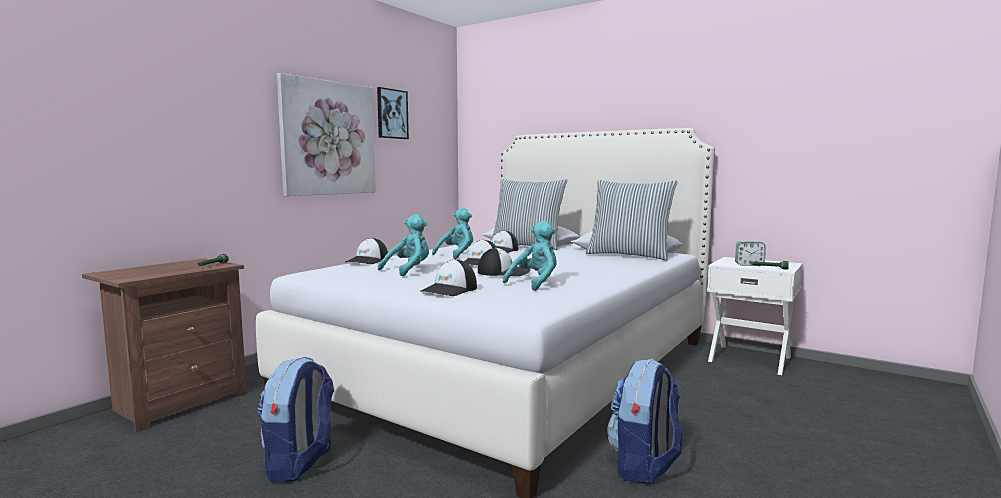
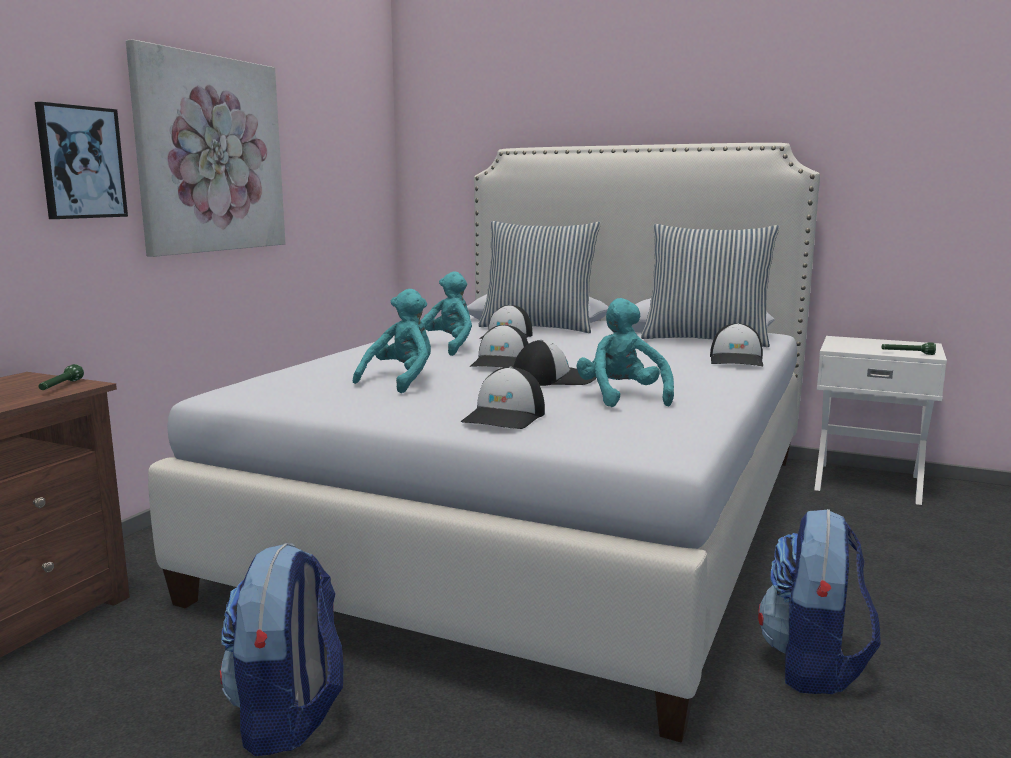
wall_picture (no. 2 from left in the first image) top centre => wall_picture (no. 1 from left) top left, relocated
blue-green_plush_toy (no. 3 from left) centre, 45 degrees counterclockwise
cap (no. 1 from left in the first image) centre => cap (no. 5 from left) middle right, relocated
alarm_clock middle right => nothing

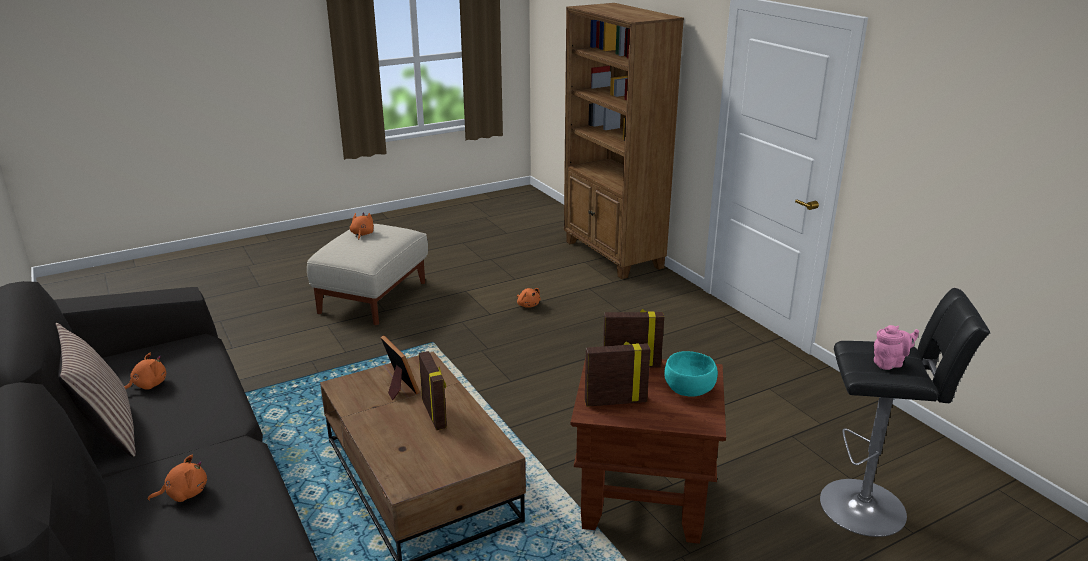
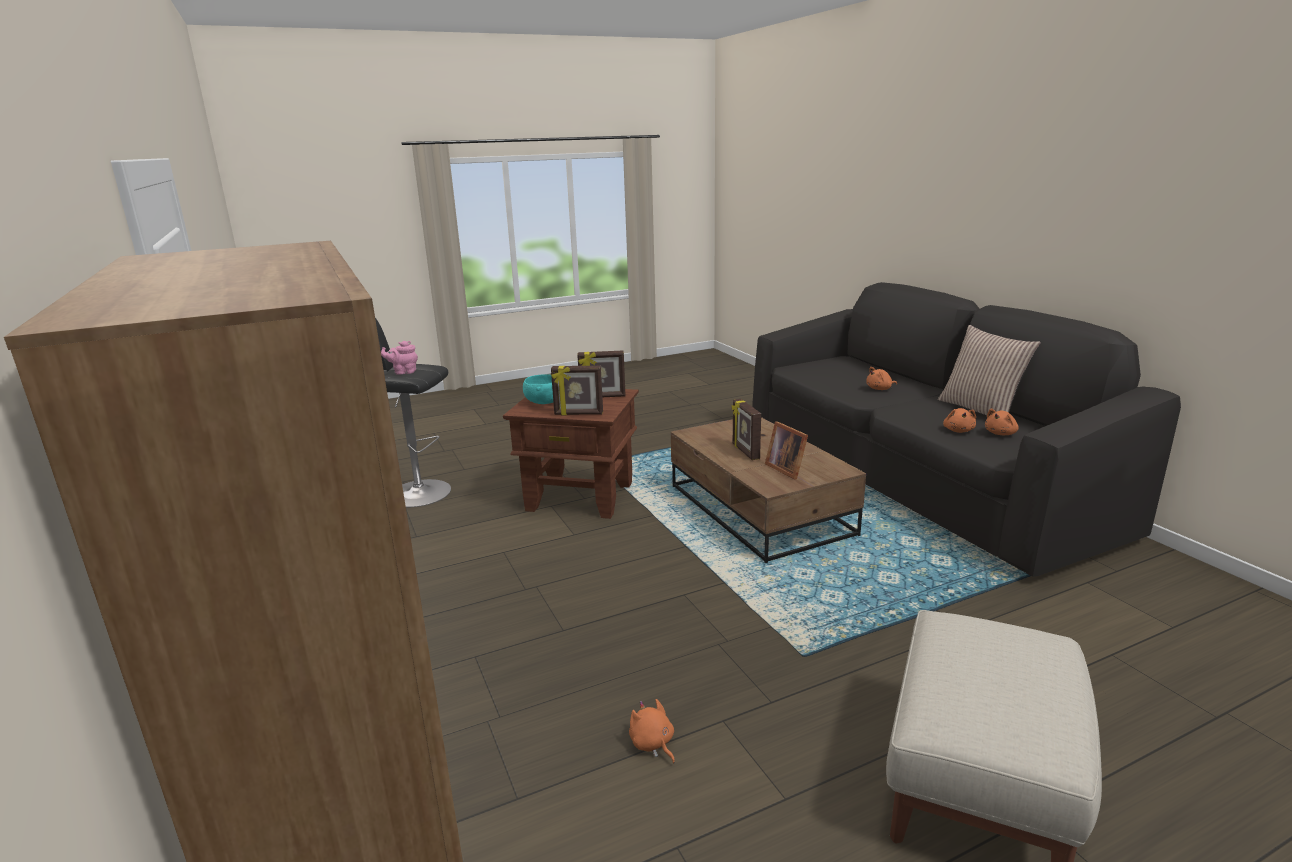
orangey_plush_toy (no. 3 from left) middle left => orangey_plush_toy (no. 3 from left) middle right, relocated

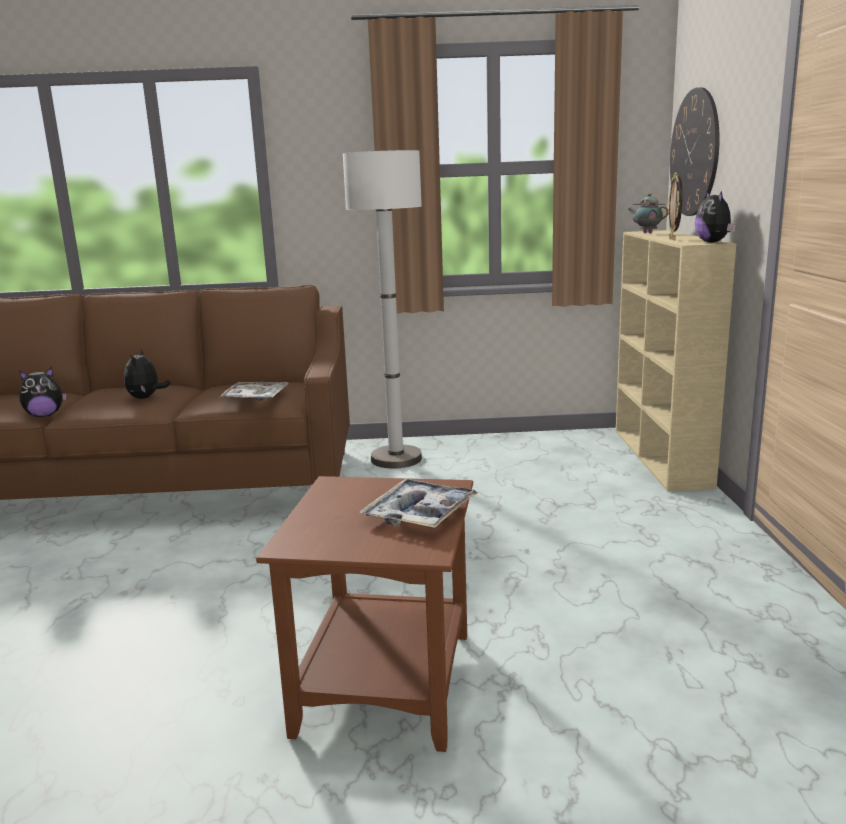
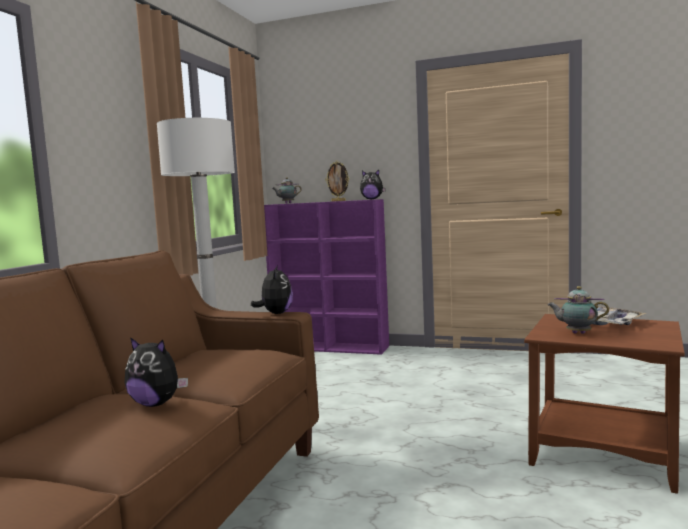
plush_toy (no. 1 from left in the first image) middle left => plush_toy (no. 2 from left) centre, relocated
beige_bookshelf middle right => purple-coloured_bookshelf centre
nothing => teapot (no. 2 from left) middle right
carrying_tray (no. 1 from left) middle left => nothing
hanging_clock top right => nothing

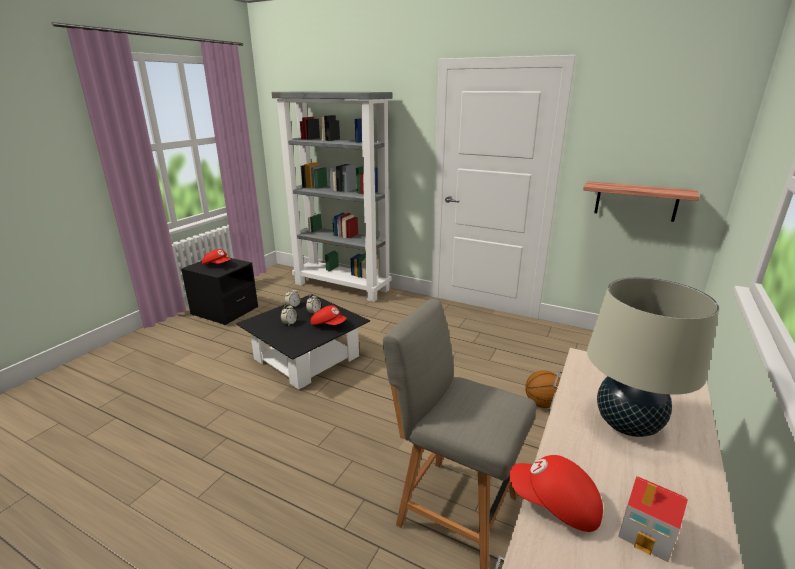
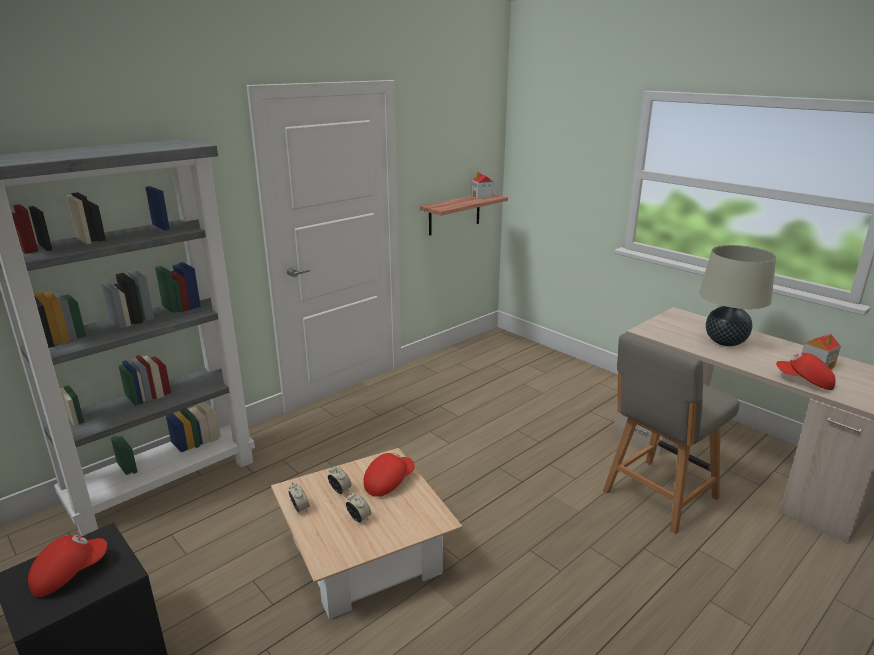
blackish_low_table centre => beige_low_table bottom centre
nothing => model_house (no. 1 from left) top centre
reddish_cap (no. 3 from left) bottom right => reddish_cap (no. 3 from left) middle right, 75 degrees clockwise
basketball_ball bottom right => nothing

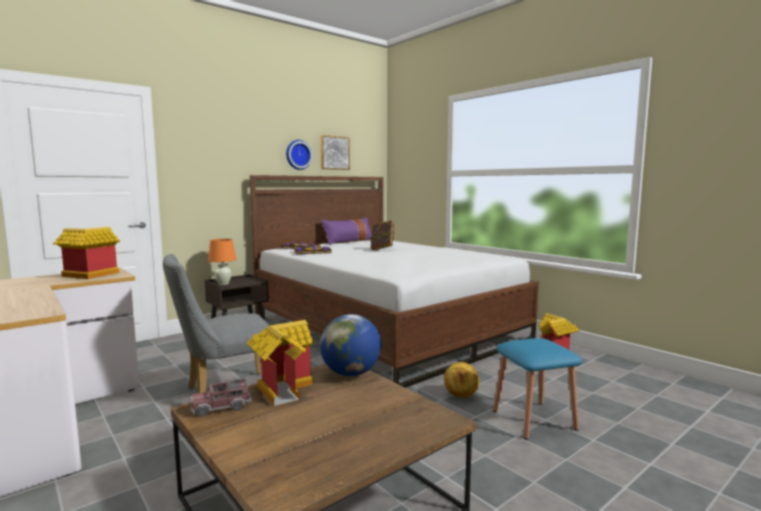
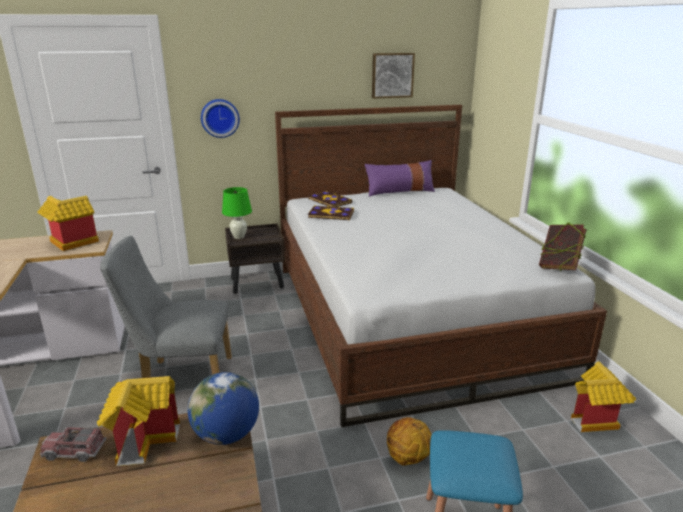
hanging_clock top centre => hanging_clock top left, relocated
orangey_table_lamp middle left => green-coloured_table_lamp centre
football bottom centre => basketball_ball bottom centre
bound_book (no. 3 from left) centre => bound_book (no. 3 from left) middle right, relocated

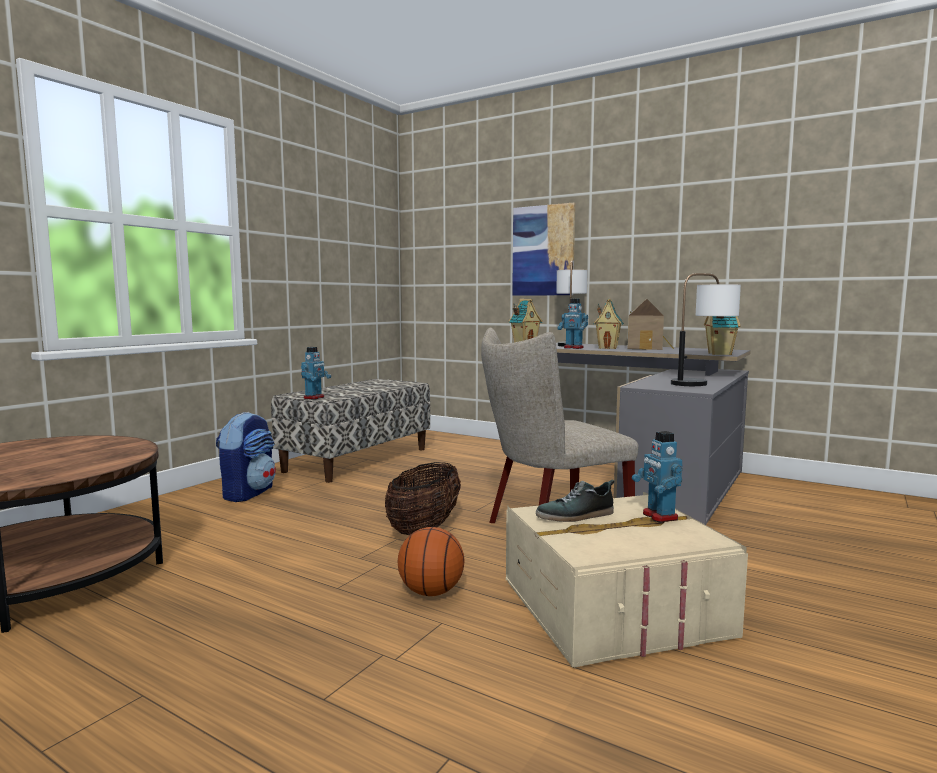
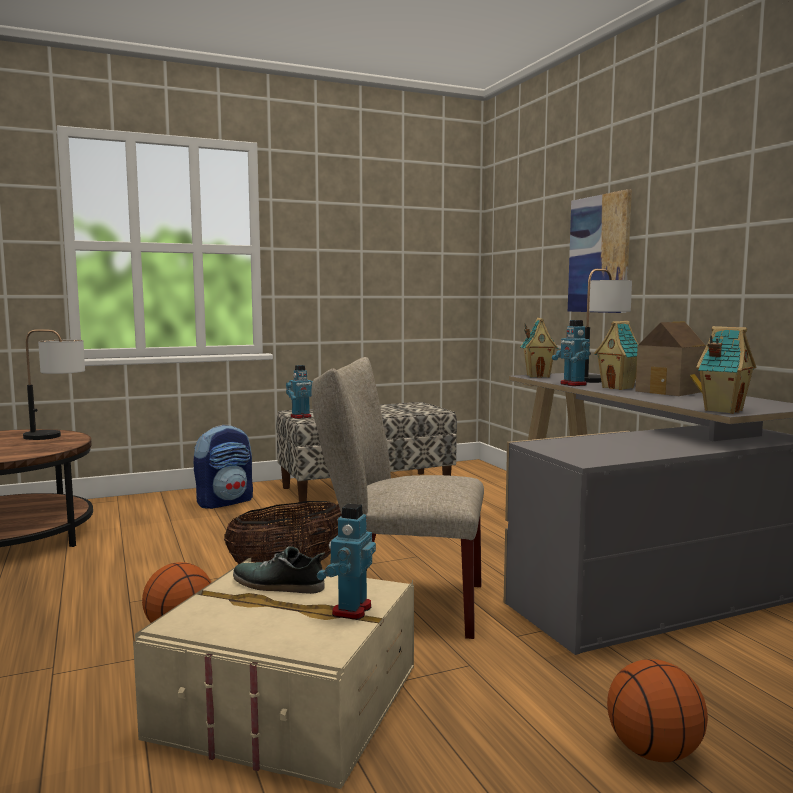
table_lamp (no. 2 from left in the first image) middle right => table_lamp (no. 1 from left) middle left, relocated
nothing => basketball_ball (no. 2 from left) bottom right

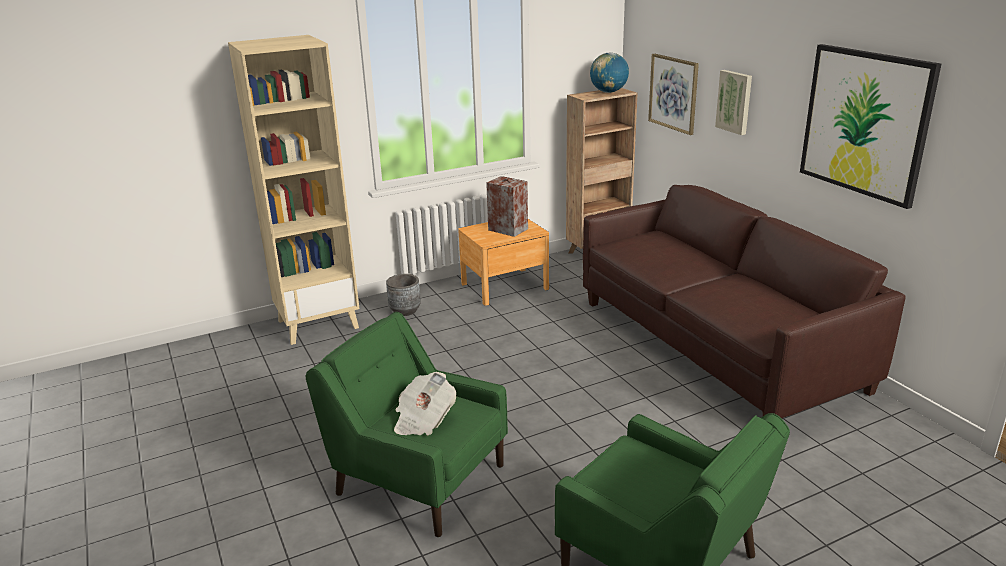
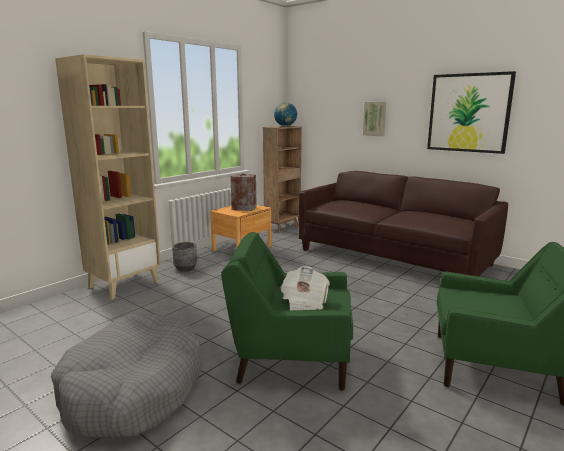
nothing => grey_dog_cushion bottom left
wall_picture (no. 1 from left) top right => nothing

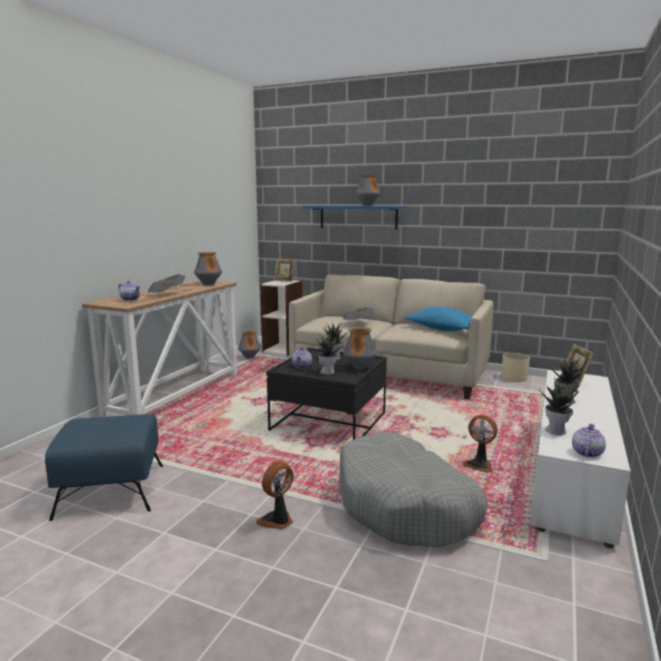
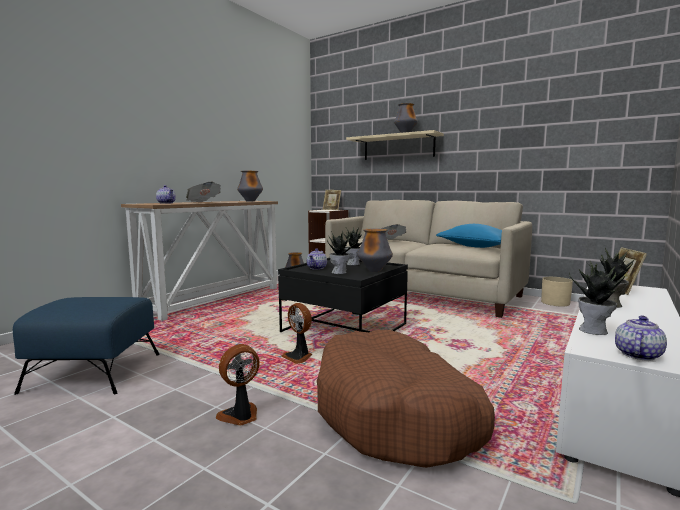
electric_fan (no. 2 from left) bottom right => electric_fan (no. 2 from left) centre, relocated
grey_dog_cushion bottom centre => brown-coloured_dog_cushion bottom centre
blue_wall_shelf top centre => beige_wall_shelf top centre

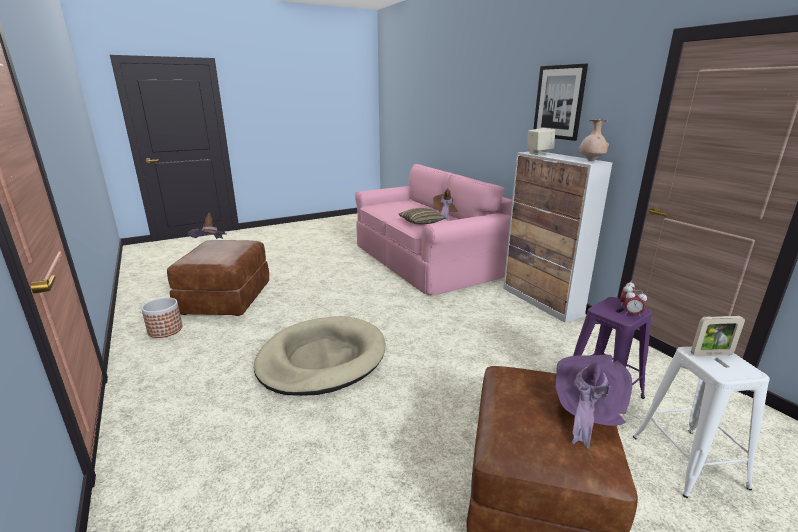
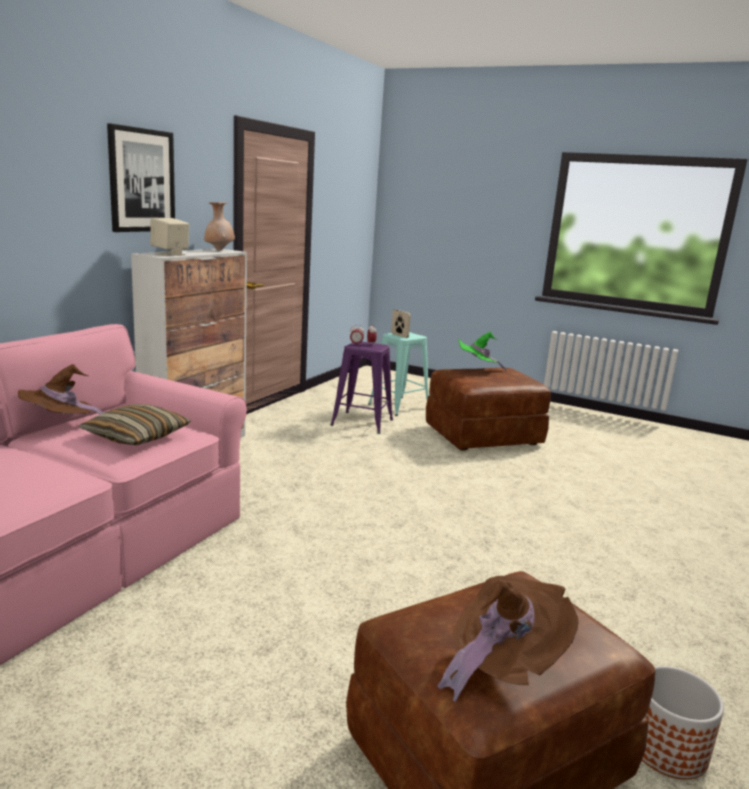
whitish_stool_seat bottom right => blue-green_stool_seat centre
purple-coloured_clothing_hat bottom right => green-coloured_clothing_hat centre
beige_dog_cushion bottom centre => nothing

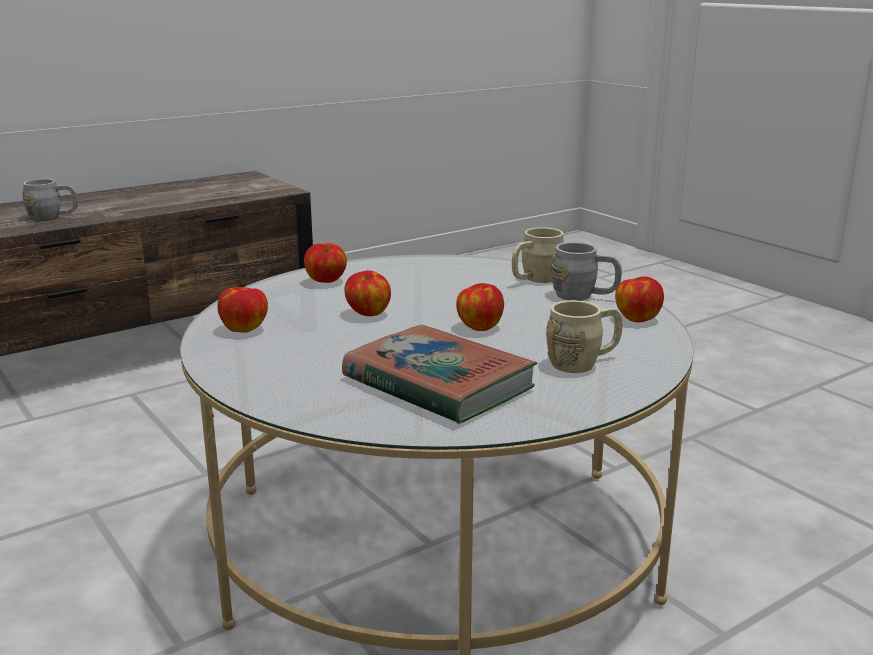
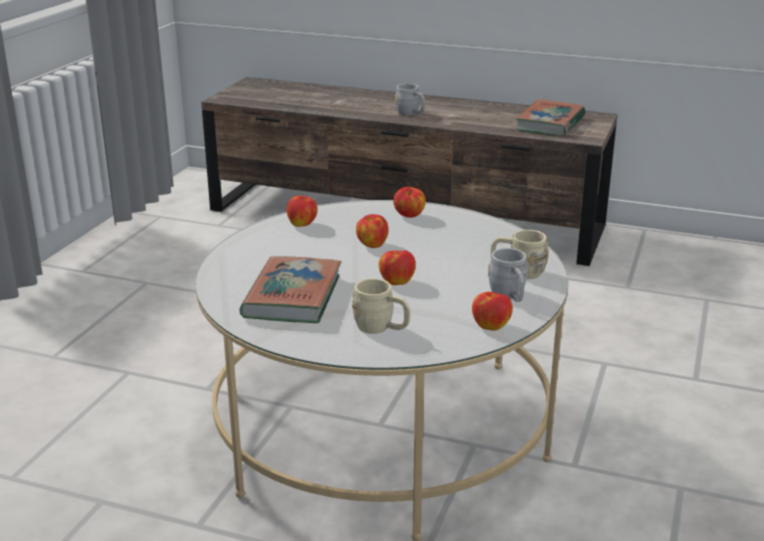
nothing => bound_book (no. 2 from left) top right

